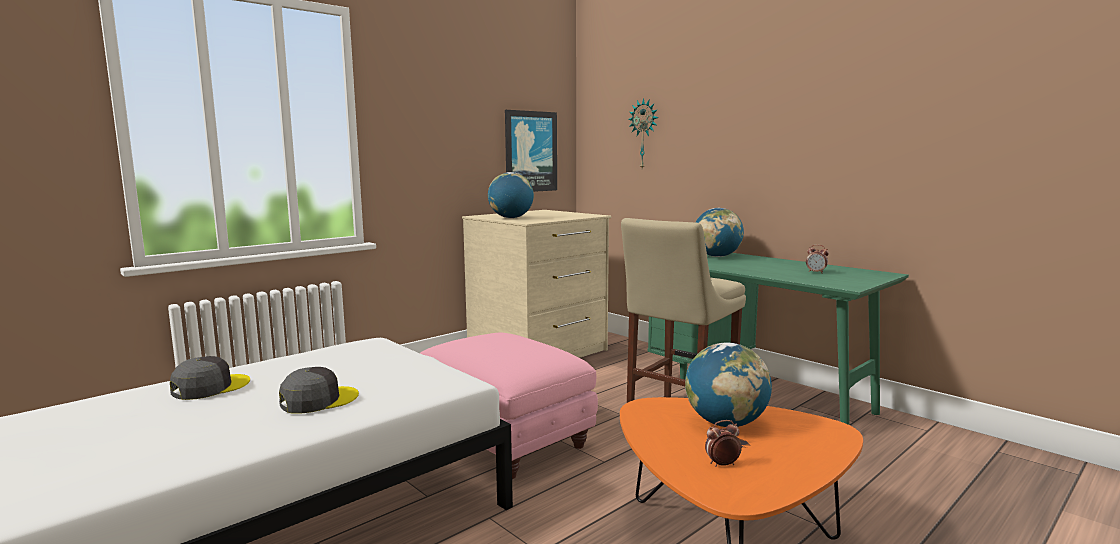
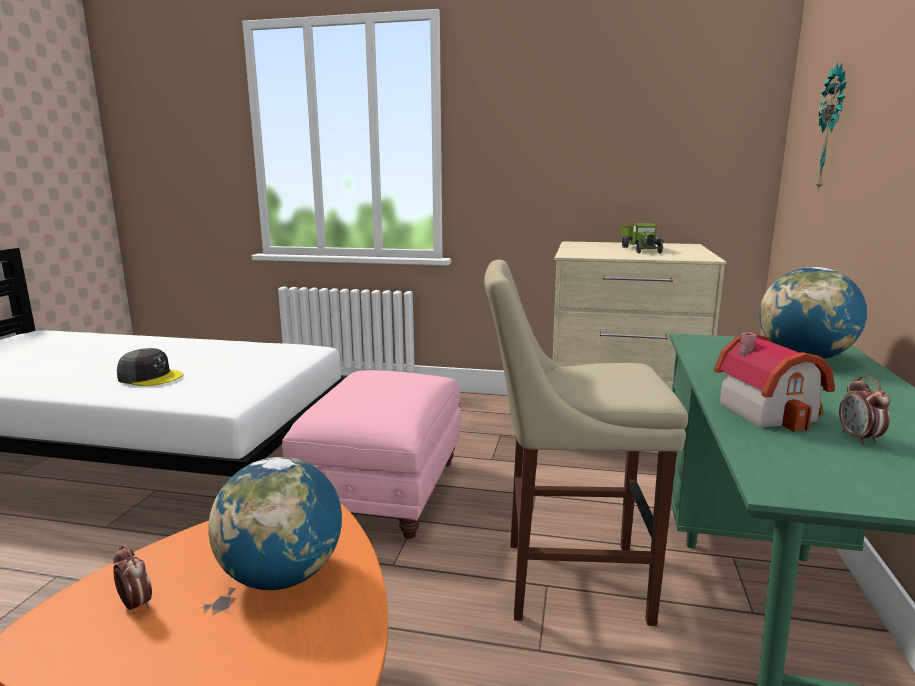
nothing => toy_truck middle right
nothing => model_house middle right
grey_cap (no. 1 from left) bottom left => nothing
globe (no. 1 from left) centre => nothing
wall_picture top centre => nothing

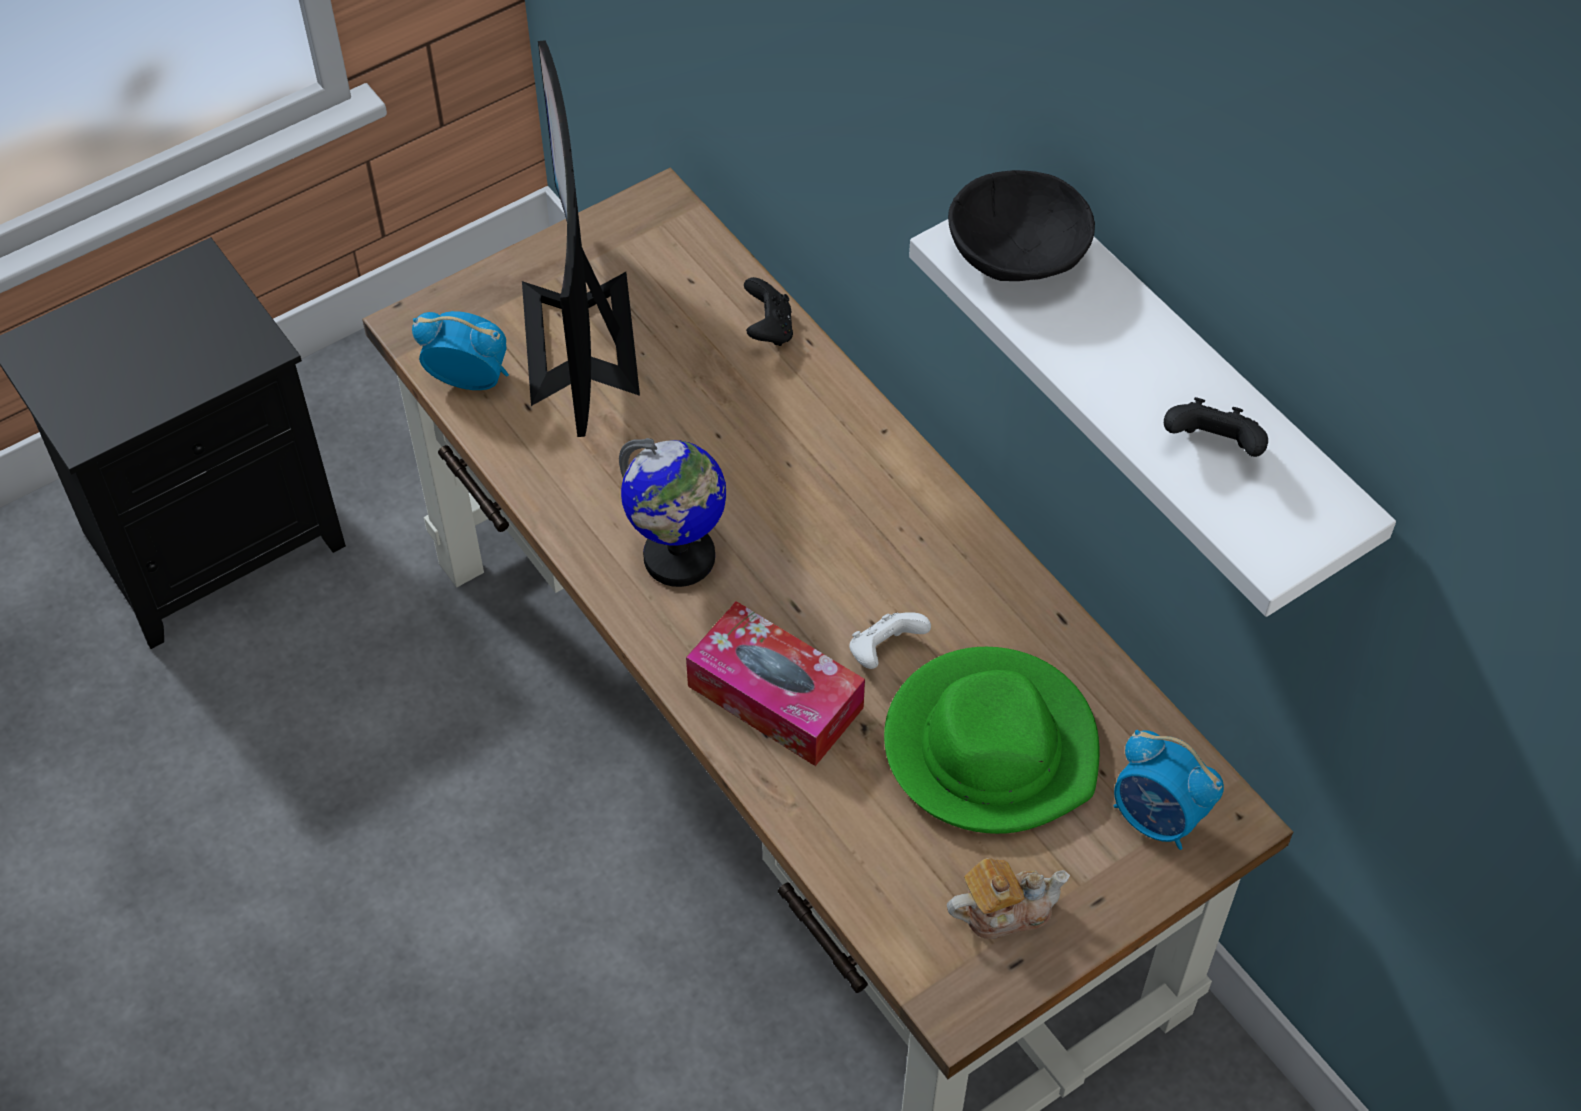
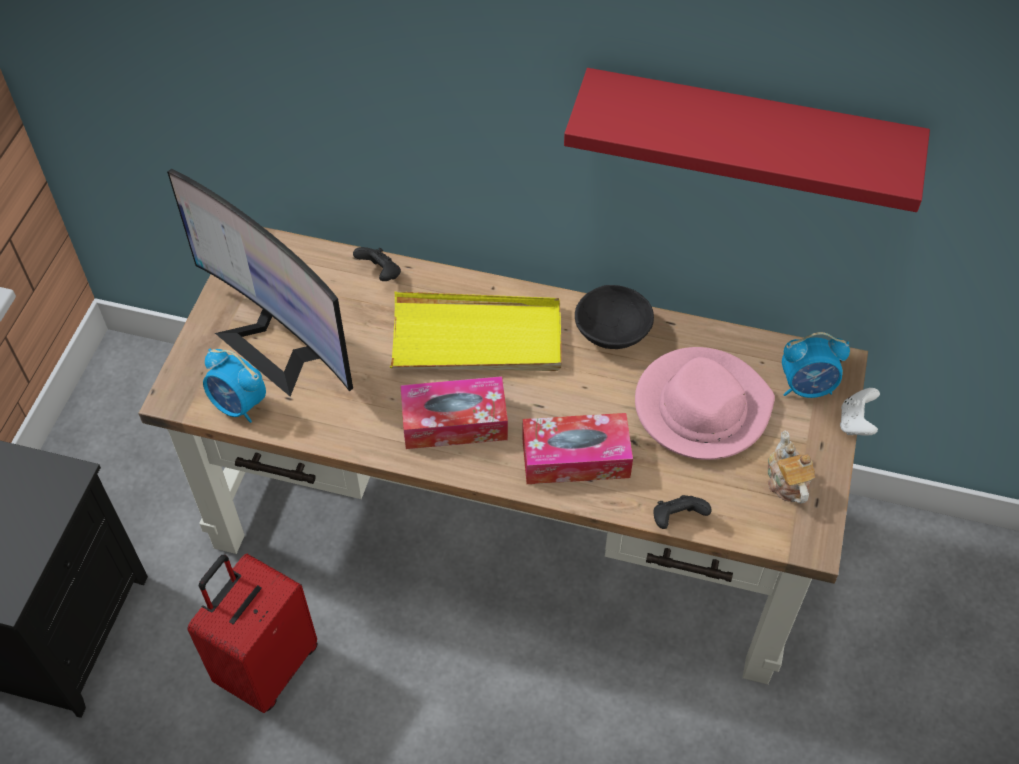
nothing => reddish_travel_case bottom left
alarm_clock (no. 1 from left) top left => alarm_clock (no. 1 from left) middle left, 120 degrees counterclockwise
nothing => yellow_carrying_tray centre
globe centre => tissue_box (no. 1 from left) centre
whitish_wall_shelf middle right => reddish_wall_shelf top right
blackish_serving_bowl top centre => blackish_serving_bowl centre, relocated
green-coloured_clothing_hat centre => pinkish_clothing_hat middle right
blackish_game_controller (no. 2 from left) middle right => blackish_game_controller (no. 2 from left) bottom right, relocated
teapot bottom centre => teapot middle right, 45 degrees counterclockwise
whitish_game_controller centre => whitish_game_controller middle right, relocated

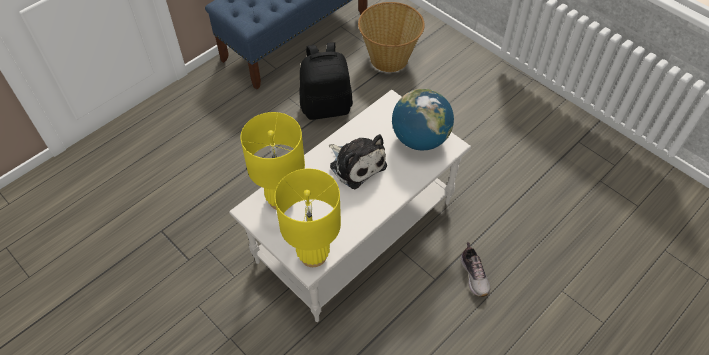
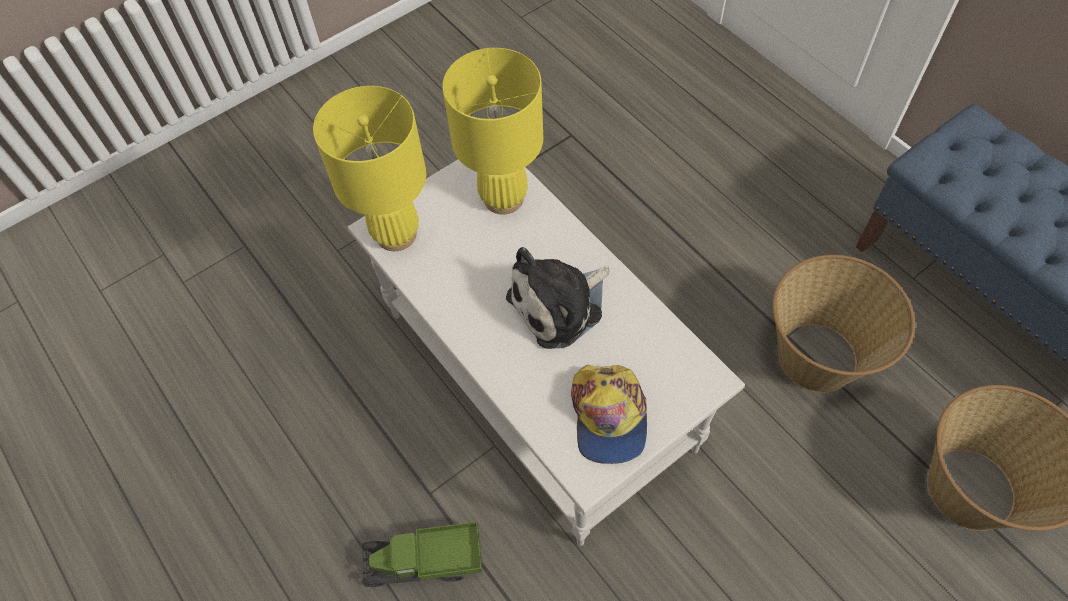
item_of_footwear bottom right => toy_truck bottom centre
globe centre => cap bottom centre
blackish_knapsack top centre => household_basket (no. 1 from left) middle right

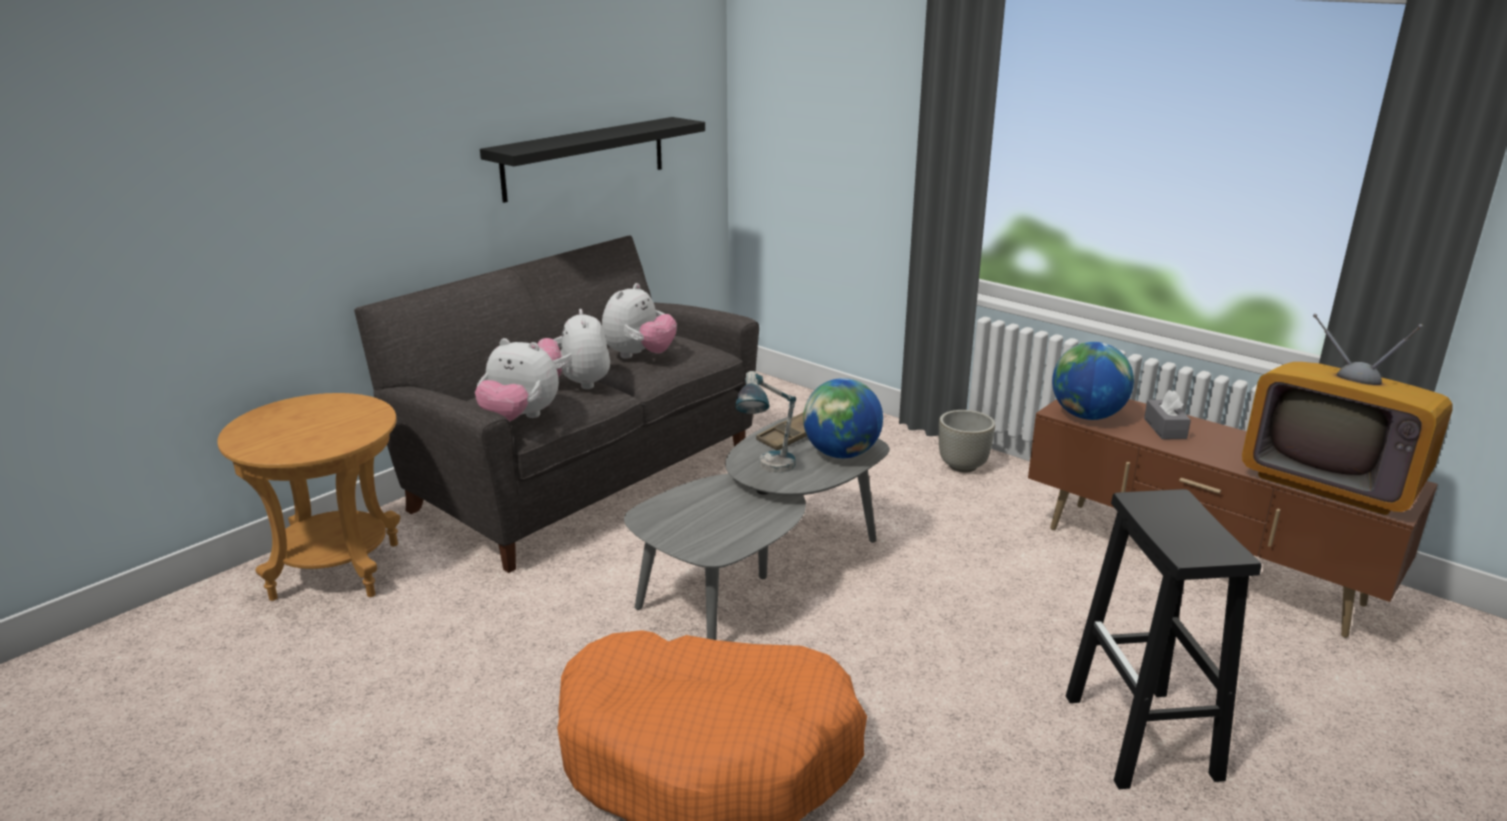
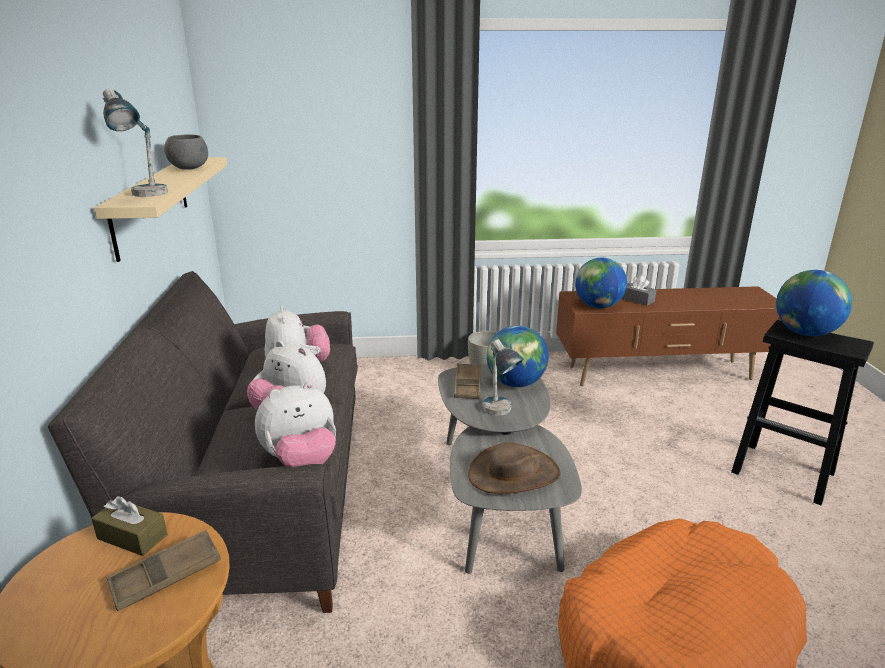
nothing => brown-coloured_tissue_box bottom left
blackish_wall_shelf top centre => beige_wall_shelf top left
nothing => table_lamp (no. 1 from left) top left
nothing => brown-coloured_carrying_tray (no. 1 from left) bottom left
nothing => grey_serving_bowl top left
nothing => brown-coloured_clothing_hat bottom centre
nothing => globe (no. 3 from left) middle right
television middle right => nothing

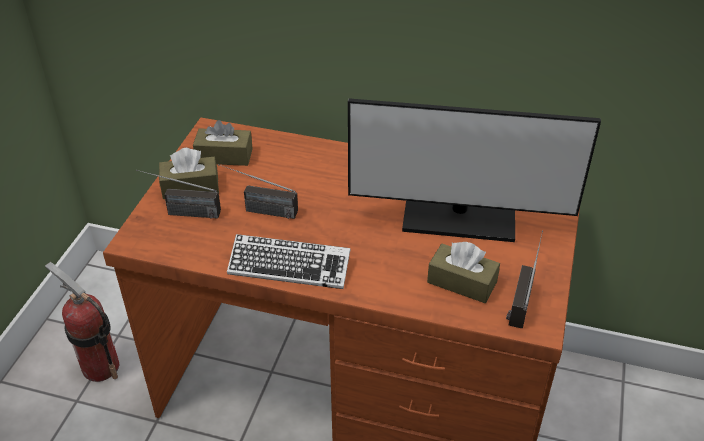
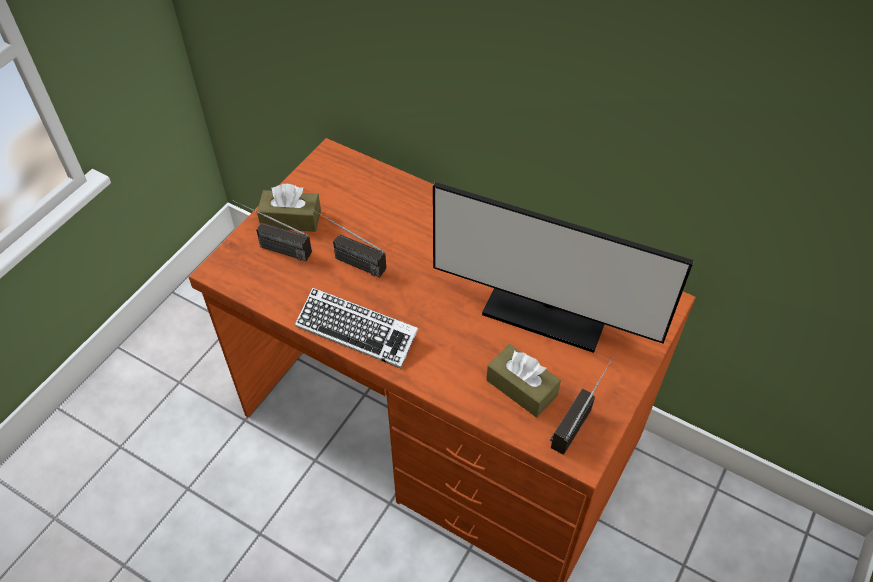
fire_extinguisher bottom left => nothing
brown-coloured_tissue_box (no. 2 from left) top left => nothing

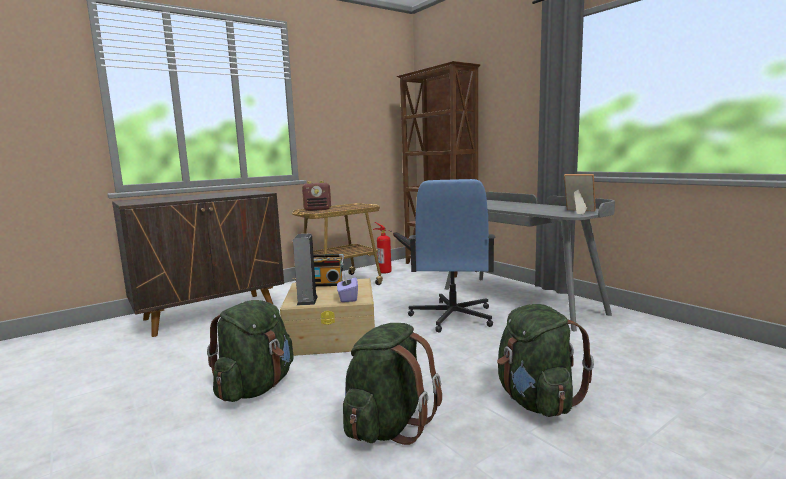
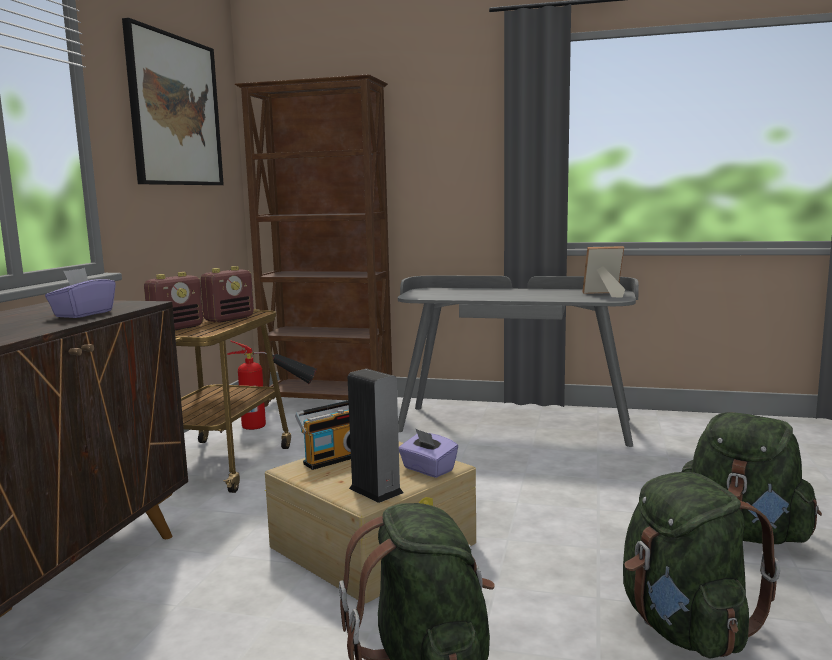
nothing => purple-coloured_tissue_box (no. 1 from left) middle left
nothing => wall_picture top left
nothing => radio (no. 2 from left) middle left
blue_office_chair centre => nothing

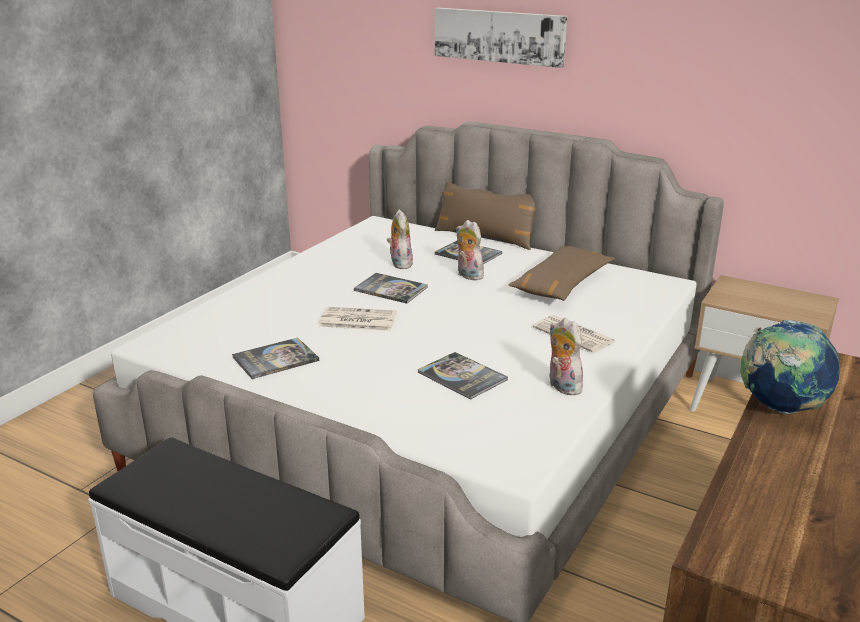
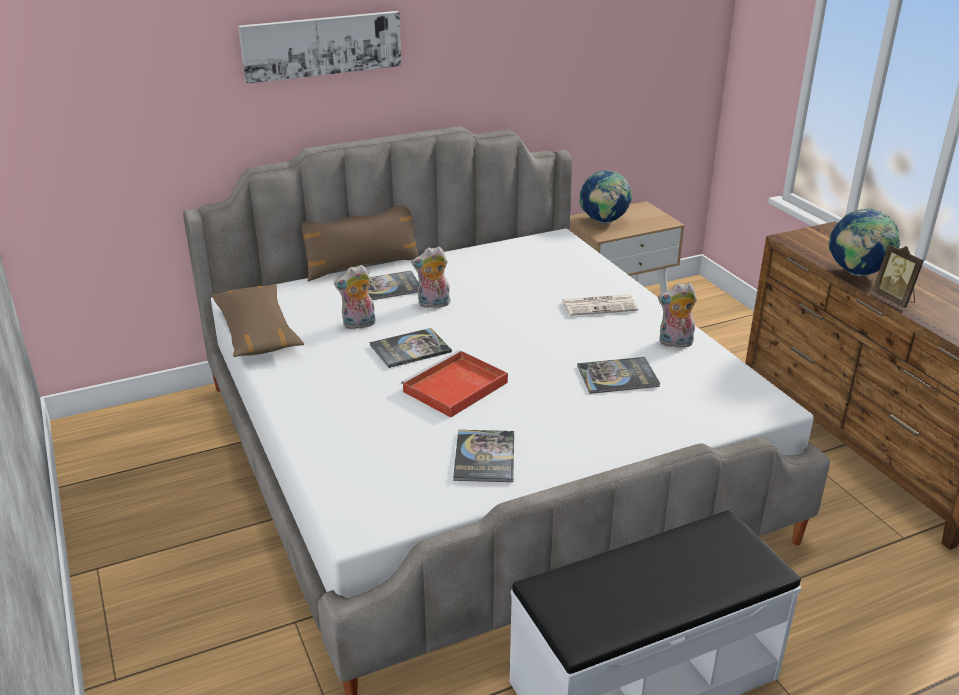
brown-coloured_throw_pillow (no. 2 from left in the first image) centre => brown-coloured_throw_pillow (no. 1 from left) middle left, relocated
plush_toy (no. 1 from left) centre, 45 degrees counterclockwise
printed_paper (no. 1 from left) centre => reddish_carrying_tray centre
nothing => globe (no. 1 from left) top centre
nothing => picture_frame middle right

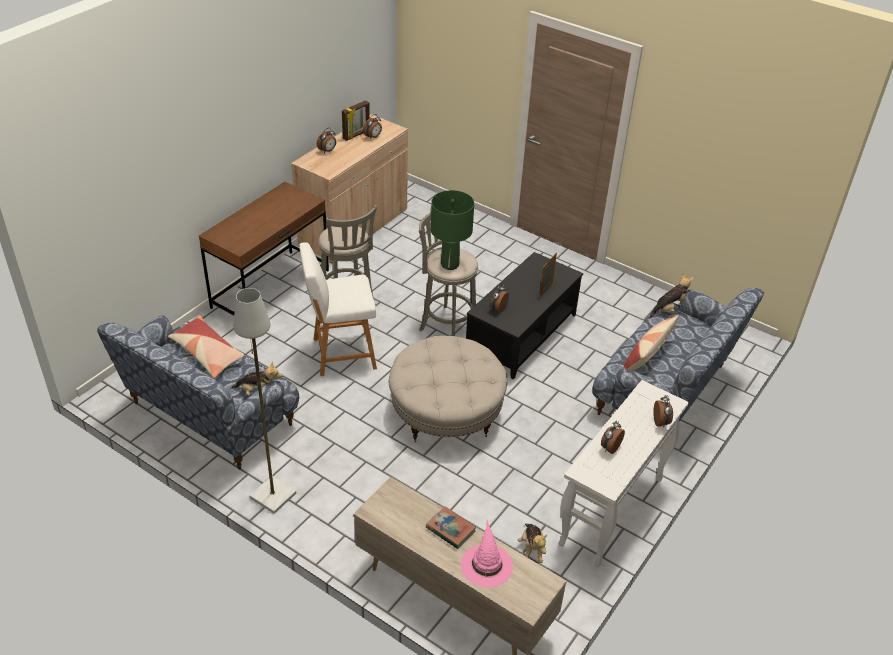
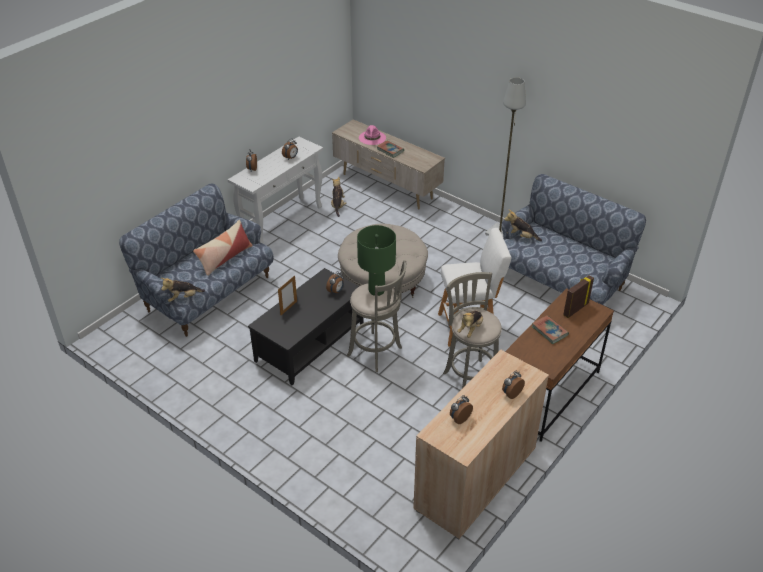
nothing => plush_toy (no. 3 from left) centre
nothing => bound_book (no. 2 from left) middle right
picture_frame (no. 1 from left in the first image) top centre => picture_frame (no. 2 from left) middle right, relocated
throw_pillow (no. 1 from left) middle left => nothing

